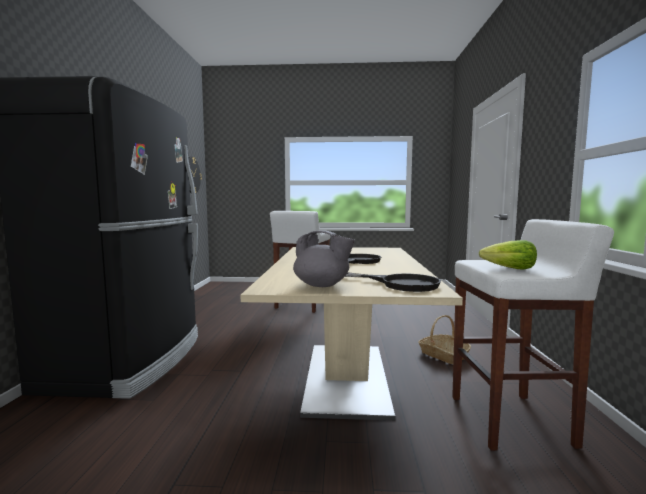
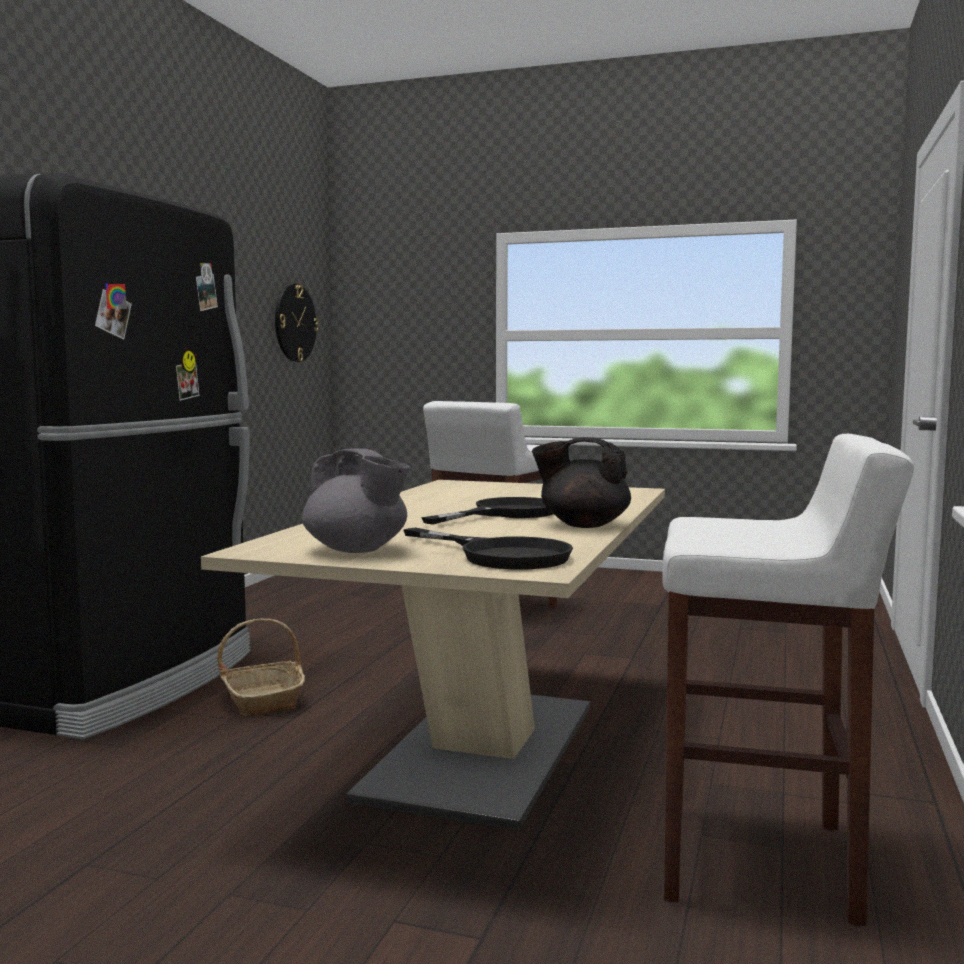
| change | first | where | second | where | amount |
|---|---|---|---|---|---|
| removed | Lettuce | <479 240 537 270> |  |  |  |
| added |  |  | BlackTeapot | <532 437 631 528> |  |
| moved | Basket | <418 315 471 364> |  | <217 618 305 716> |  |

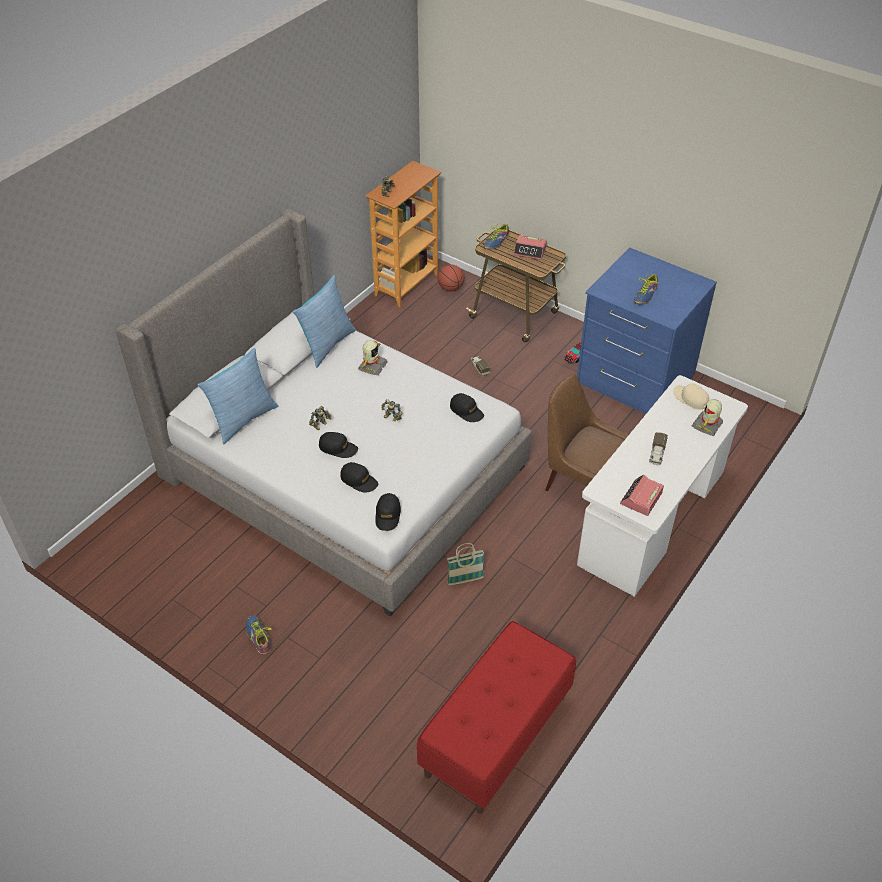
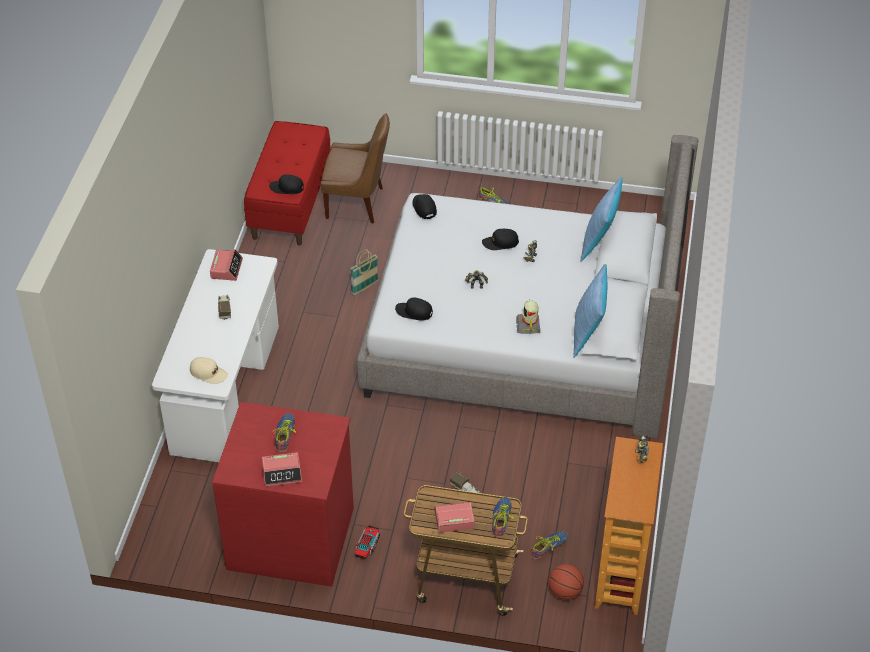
| change | first | where | second | where | amount |
|---|---|---|---|---|---|
| removed | ToyRobot | <692 399 723 436> |  |  |  |
| added |  |  | AlarmClock | <262 452 302 487> |  |
| added |  |  | Shoe | <530 531 568 559> |  |
| moved | BlackCap | <341 462 378 493> |  | <269 174 304 194> |  |
| moved | BrownChair | <545 374 629 491> |  | <321 113 390 224> |  |
| recoloured | BlueDresser | <577 248 717 414> | RedDresser | <212 402 354 586> |  |

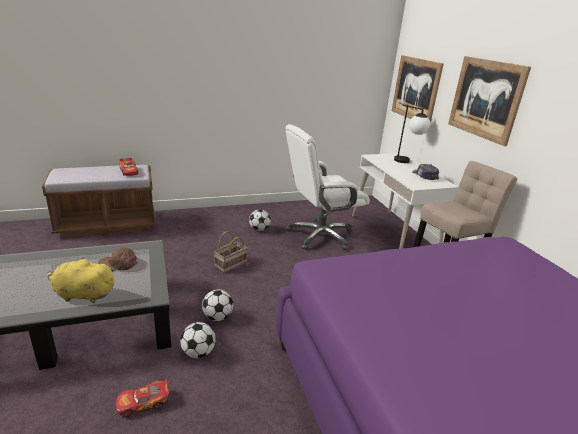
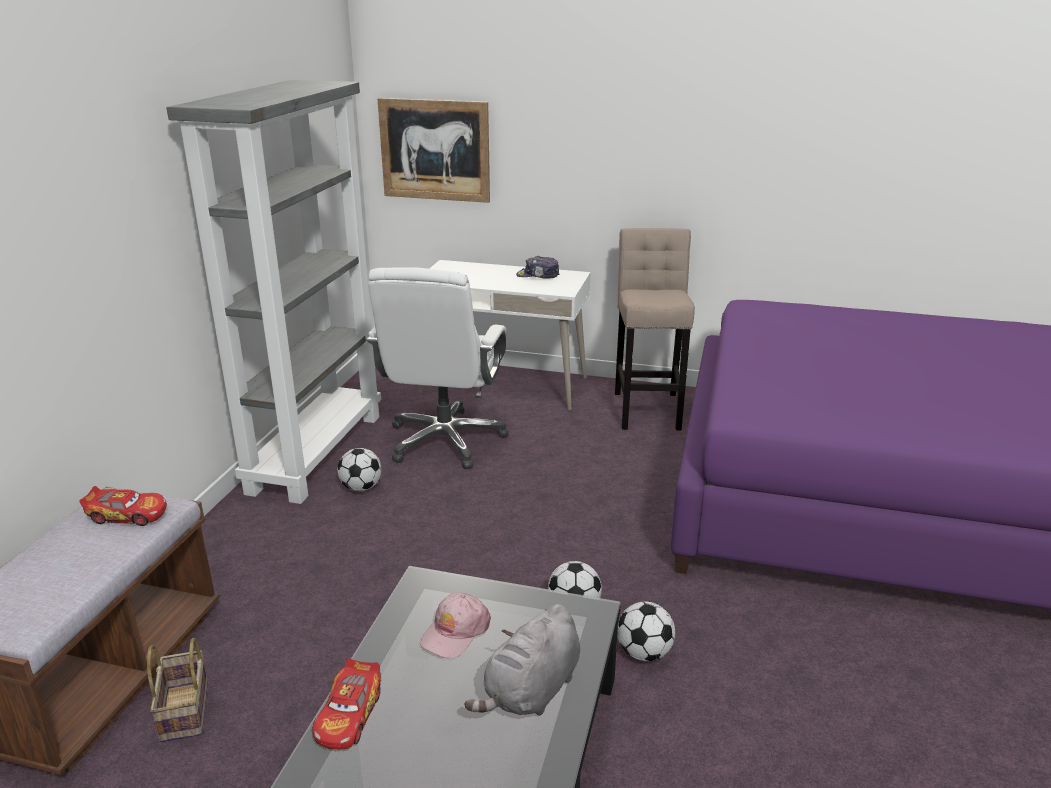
| change | first | where | second | where | amount |
|---|---|---|---|---|---|
| removed | TableLamp | <394 104 430 163> |  |  |  |
| removed | Picture | <448 56 531 146> |  |  |  |
| added |  |  | GreyBookcase | <166 80 381 504> |  |
| moved | ToyCar | <116 379 169 417> |  | <312 659 381 749> |  |
| moved | Basket | <214 231 247 273> |  | <147 638 208 742> |  |
| recoloured | YellowPlushToy | <47 257 116 303> | GreyPlushToy | <465 604 580 716> |  |
| recoloured | BrownCap | <98 247 138 270> | PinkCap | <420 592 491 658> |  |

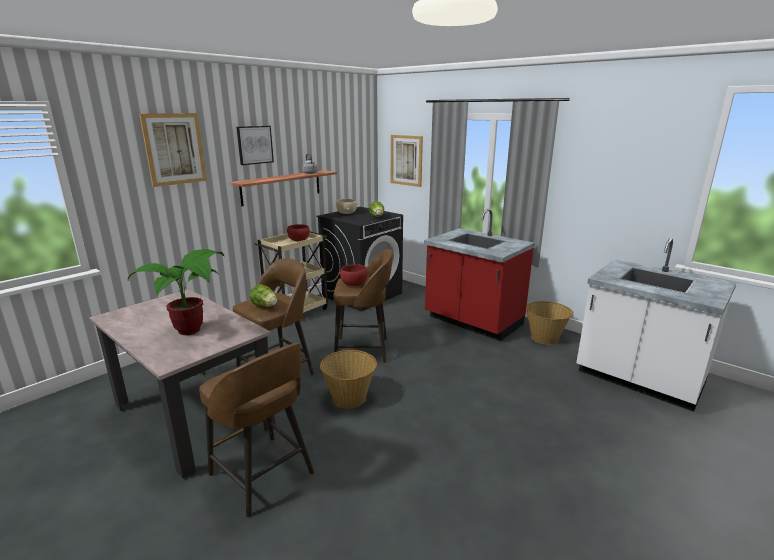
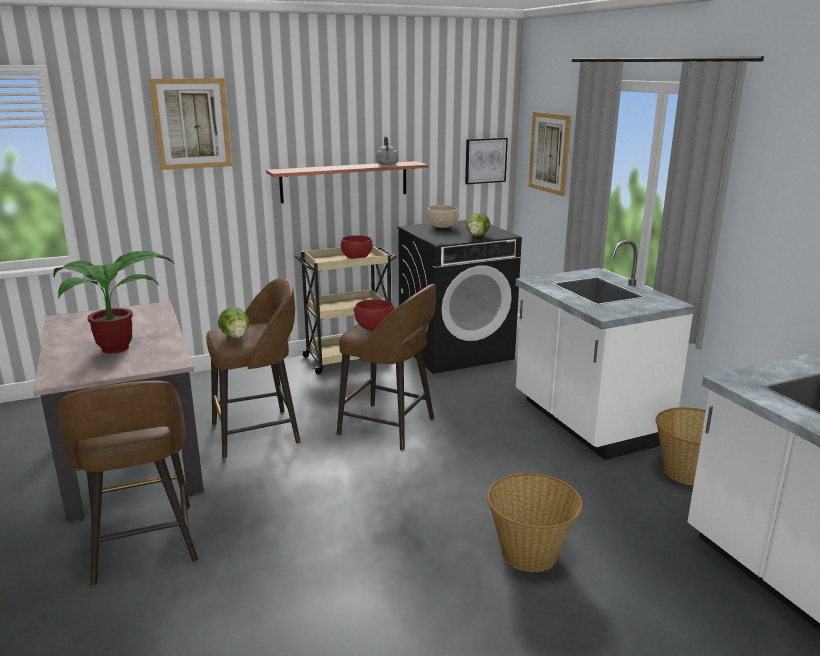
| change | first | where | second | where | amount |
|---|---|---|---|---|---|
| moved | Picture | <236 126 274 165> |  | <465 138 508 184> |  |
| moved | Basket | <320 350 377 408> |  | <487 473 583 572> |  |
| recoloured | RedCounter | <424 209 535 341> | WhiteCounter | <516 240 696 460> |  |

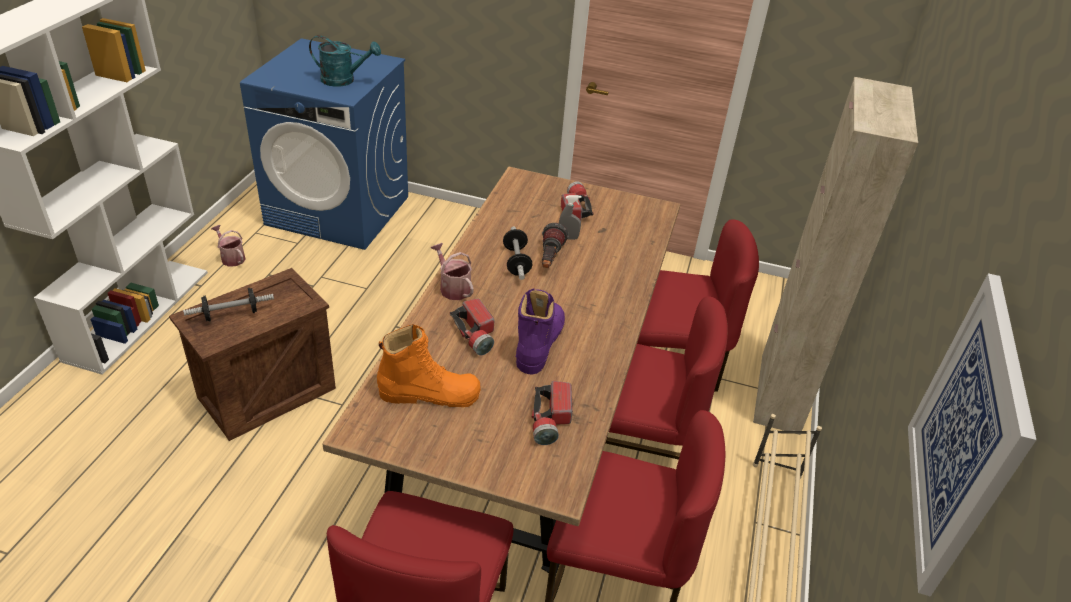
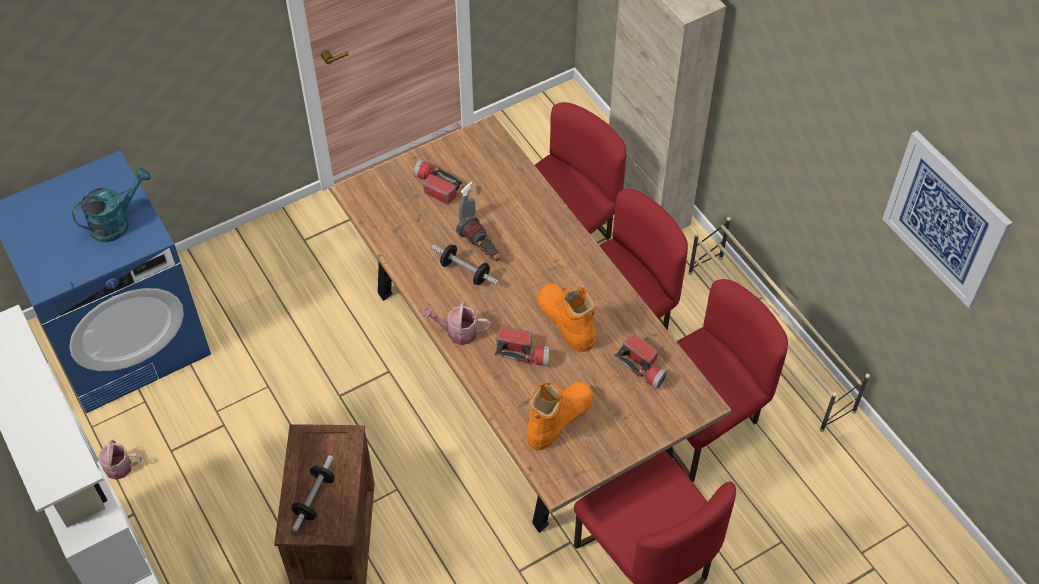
| change | first | where | second | where | amount |
|---|---|---|---|---|---|
| recoloured | PurpleBoot | <516 288 565 374> | OrangeBoot | <537 283 596 352> |  |

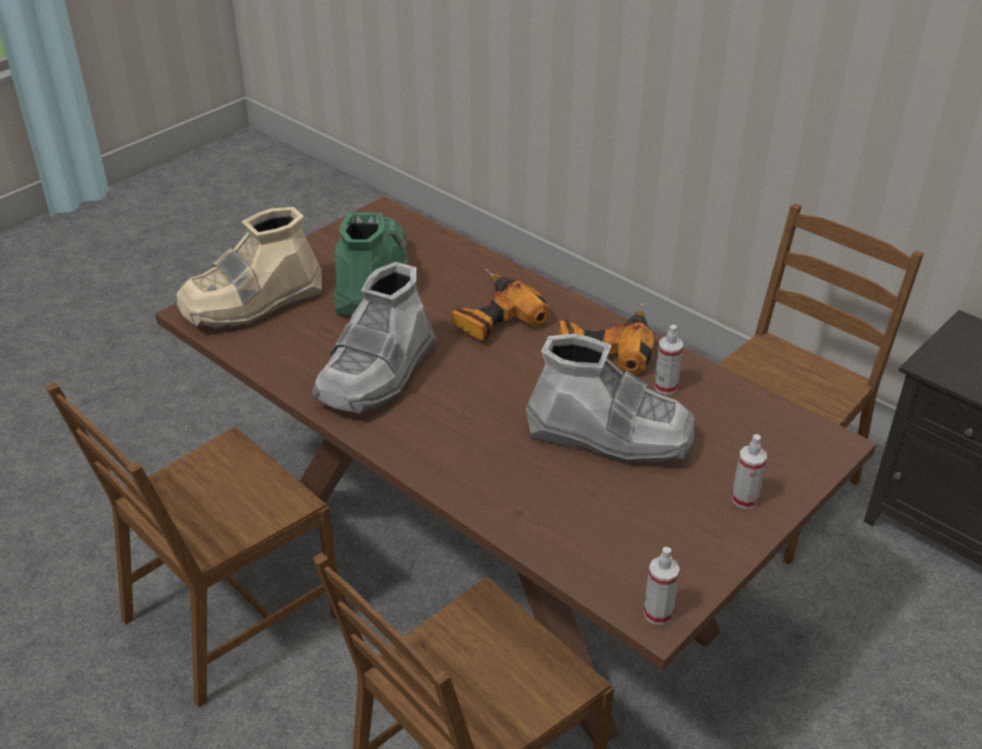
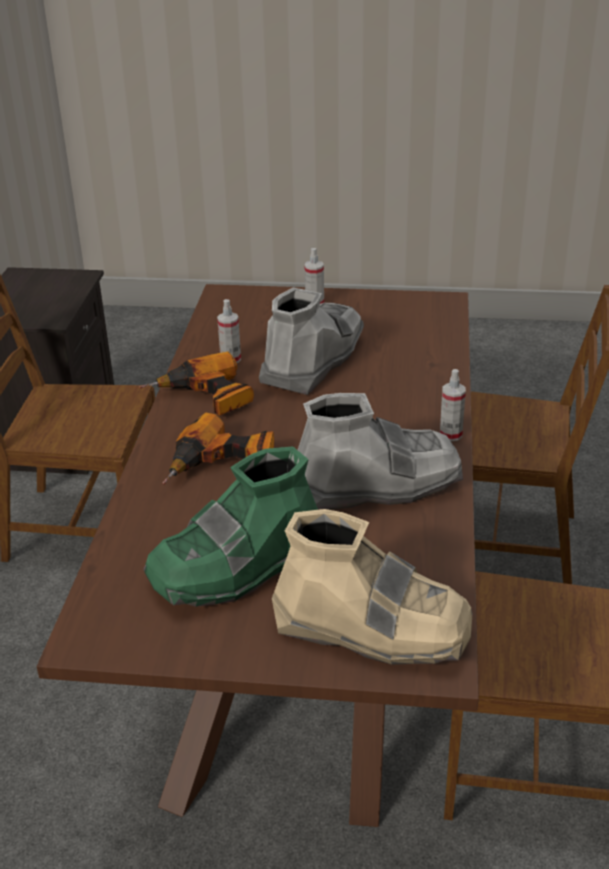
| change | first | where | second | where | amount |
|---|---|---|---|---|---|
| moved | SprayBottle | <643 547 680 625> |  | <440 369 466 441> |  |
| turned | GreyBoot | <526 334 695 464> |  | <259 287 364 395> | 45 degrees clockwise |

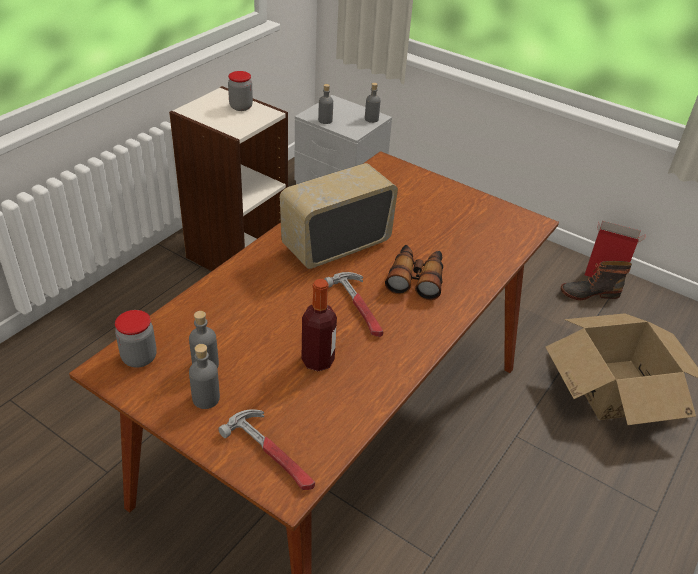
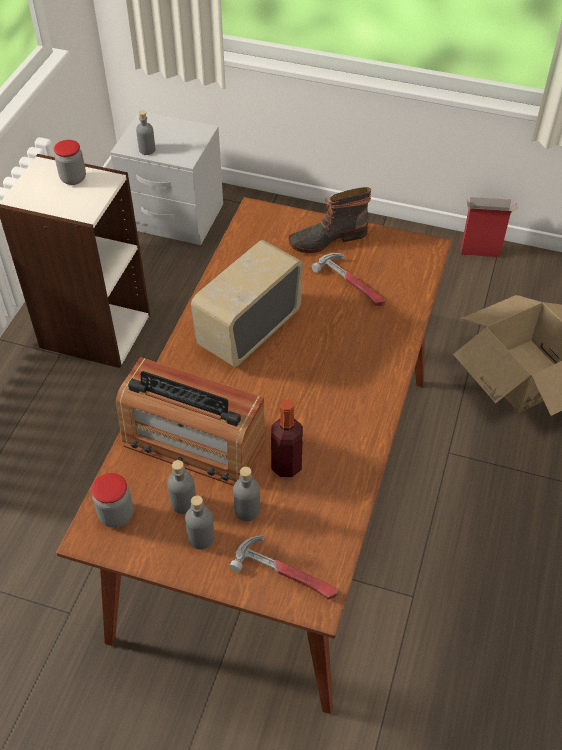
| change | first | where | second | where | amount |
|---|---|---|---|---|---|
| removed | Binoculars | <385 245 443 300> |  |  |  |
| added |  |  | Radio | <116 357 265 486> |  |
| moved | Hammer | <324 272 383 337> |  | <312 253 385 306> |  |
| moved | GreyBottle | <365 83 381 123> |  | <233 467 260 521> |  |
| moved | Boot | <561 261 632 300> |  | <289 187 371 253> |  |

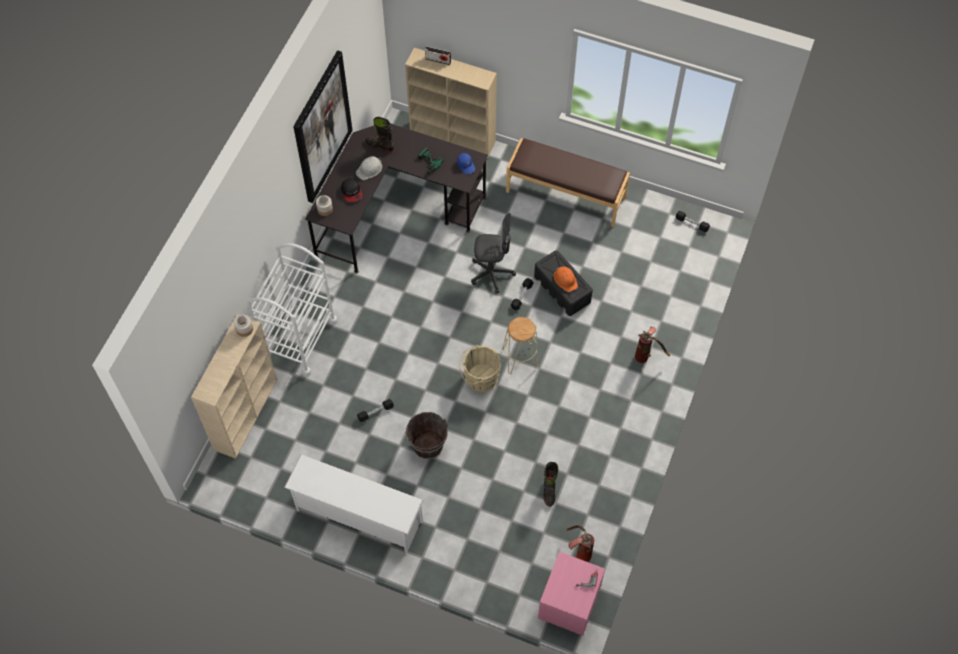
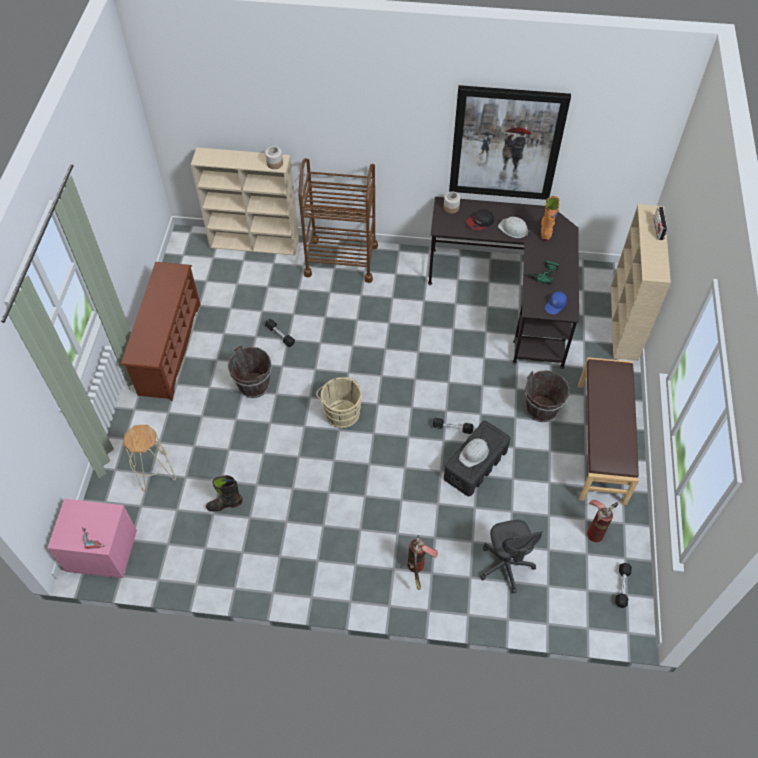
| change | first | where | second | where | amount |
|---|---|---|---|---|---|
| added |  |  | BrownBucket | <525 370 570 422> |  |
| moved | GreyOfficeChair | <471 213 516 293> |  | <480 520 542 594> |  |
| moved | BeigeStool | <502 317 538 374> |  | <123 425 176 493> |  |
| moved | FireExtinguisher | <566 525 594 562> |  | <587 500 618 542> |  |
| recoloured | WhiteCart | <247 243 338 377> | BrownCart | <298 158 378 283> |  |
| recoloured | WhiteShoeRack | <284 454 423 553> | BrownShoeRack | <121 262 200 401> |  |
| recoloured | BlackBoot | <365 117 394 152> | OrangeBoot | <541 196 559 241> |  |
| recoloured | OrangeHardHat | <554 267 578 292> | WhiteHardHat | <459 438 489 467> |  |

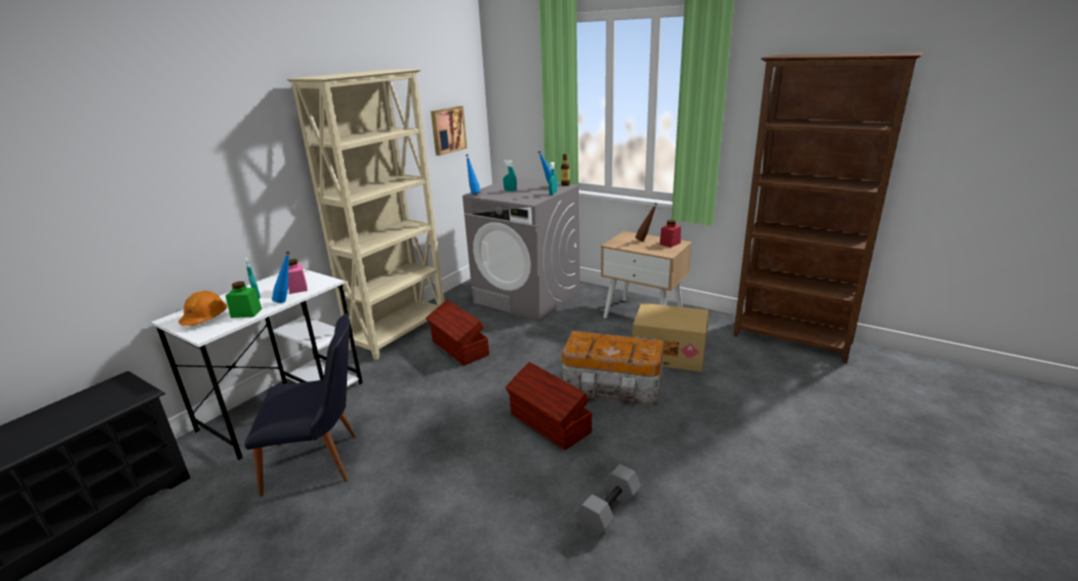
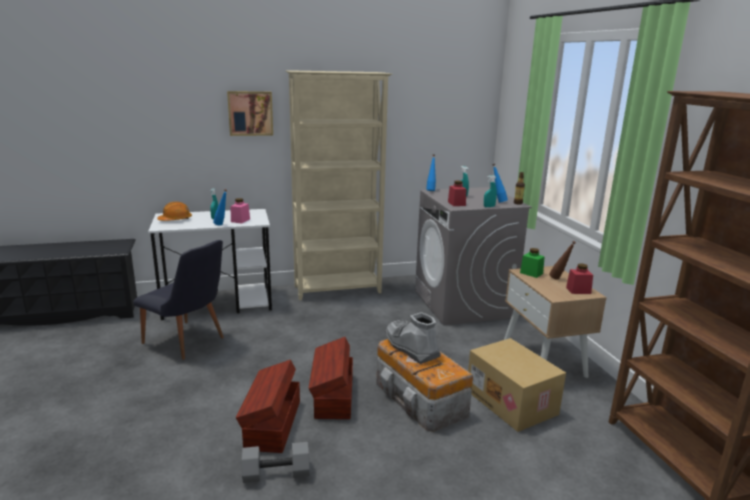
| change | first | where | second | where | amount |
|---|---|---|---|---|---|
| added |  |  | GreyBoot | <385 312 441 364> |  |
| added |  |  | RedJar | <448 180 466 206> |  |
| moved | GreenJar | <226 281 262 318> |  | <520 248 545 278> |  |
| moved | BrownStorageBox | <426 300 489 366> |  | <236 360 300 453> |  |
| moved | Picture | <431 106 467 156> |  | <227 91 273 136> |  |

